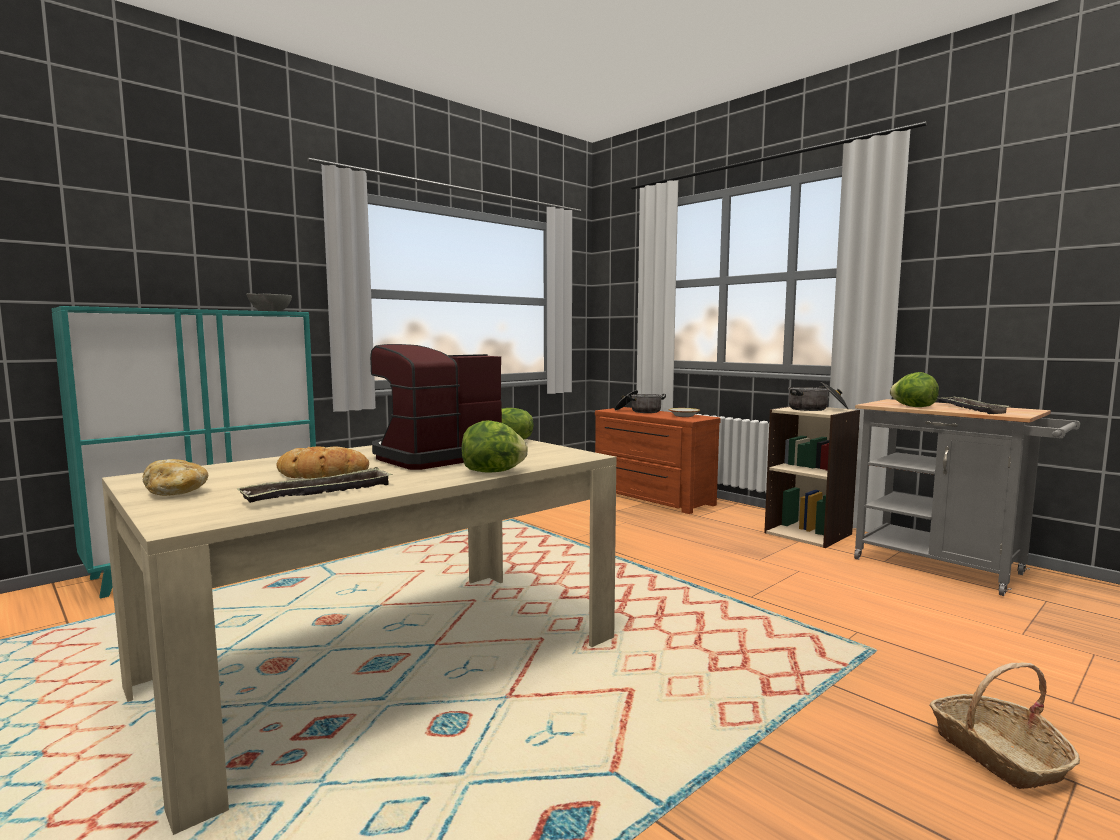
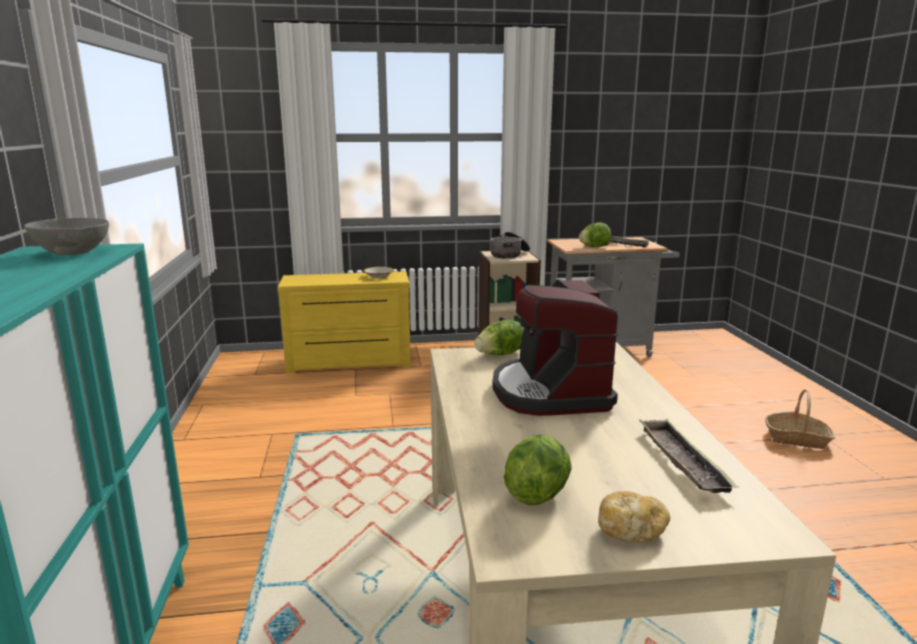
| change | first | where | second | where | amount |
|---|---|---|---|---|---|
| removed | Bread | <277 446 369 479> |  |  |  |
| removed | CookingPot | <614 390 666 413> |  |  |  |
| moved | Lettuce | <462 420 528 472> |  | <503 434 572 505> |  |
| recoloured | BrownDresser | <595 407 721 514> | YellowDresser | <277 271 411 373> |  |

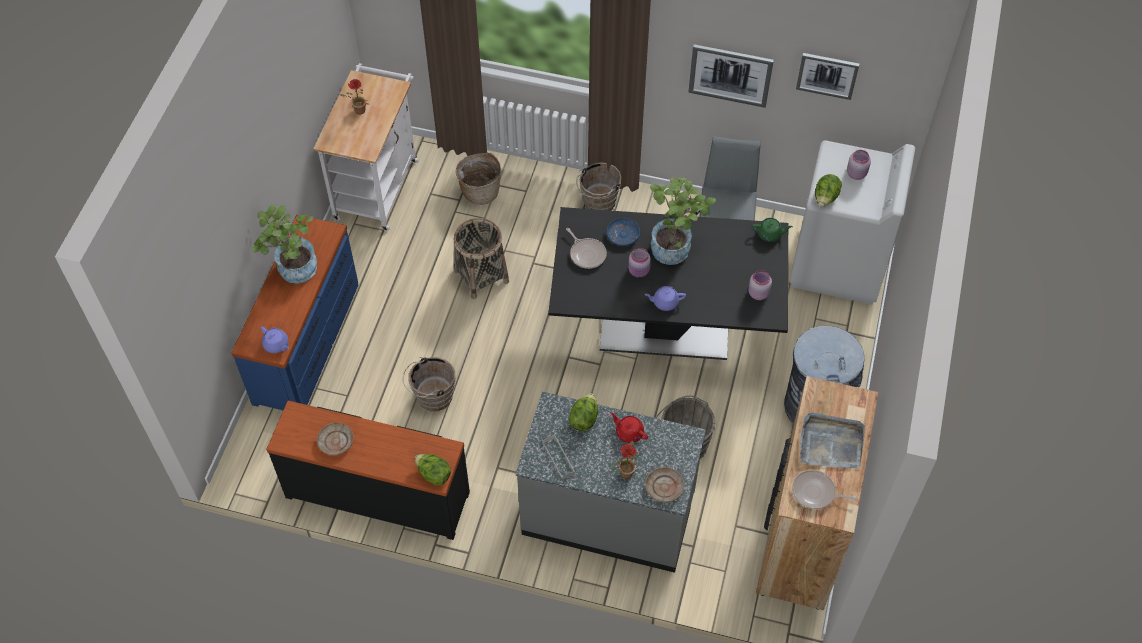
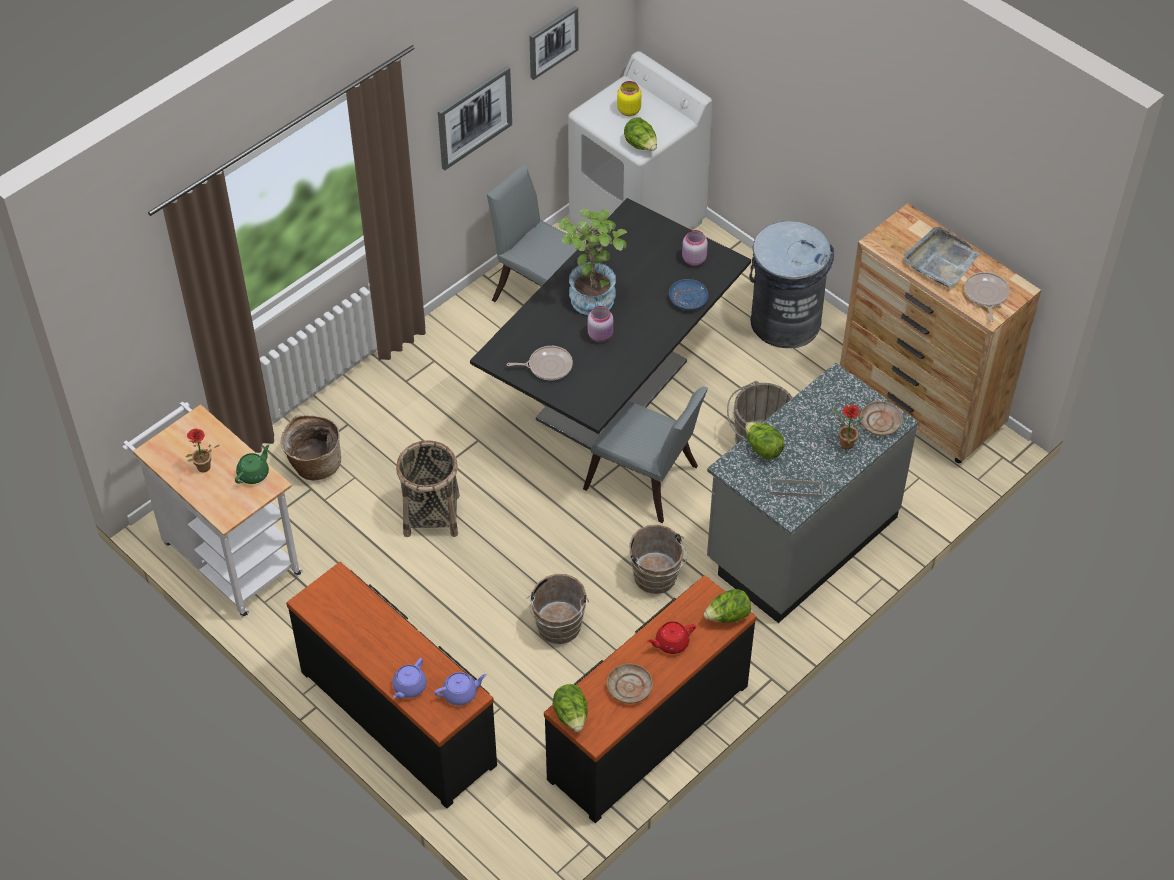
| change | first | where | second | where | amount |
|---|---|---|---|---|---|
| removed | PottedPlant | <251 204 317 284> |  |  |  |
| added |  |  | Lettuce | <553 684 588 732> |  |
| added |  |  | GreyChair | <583 387 708 523> |  |
| moved | BrownBucket | <576 162 621 211> |  | <629 525 687 594> |  |
| moved | BluePlate | <607 218 640 246> |  | <669 279 708 310> |  |
| moved | RedTeapot | <610 412 648 443> |  | <647 621 696 654> |  |
| moved | PurpleTeapot | <645 286 686 311> |  | <392 658 427 699> |  |
| moved | GreenTeapot | <752 218 793 242> |  | <235 444 269 484> |  |
| recoloured | BlueDresser | <231 215 358 410> | BlackDresser | <286 562 497 809> |  |
| recoloured | PinkJar | <847 150 871 180> | YellowJar | <617 81 641 116> |  |
| turned | FryingPan | <792 470 858 509> |  | <964 272 1010 322> | 135 degrees clockwise |

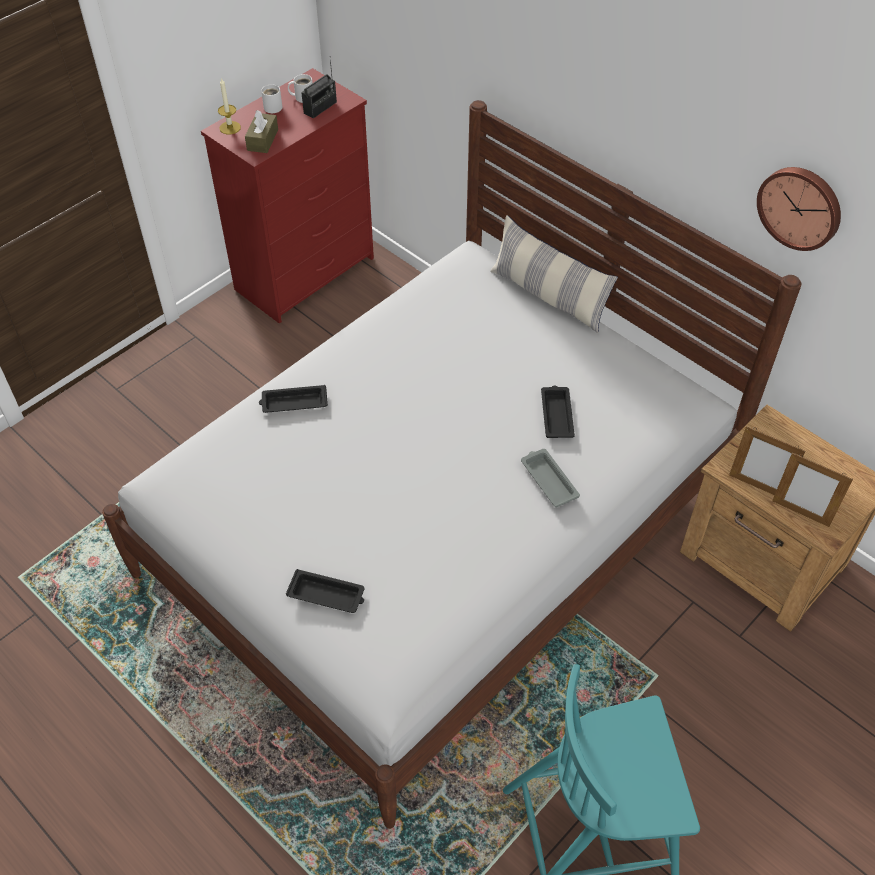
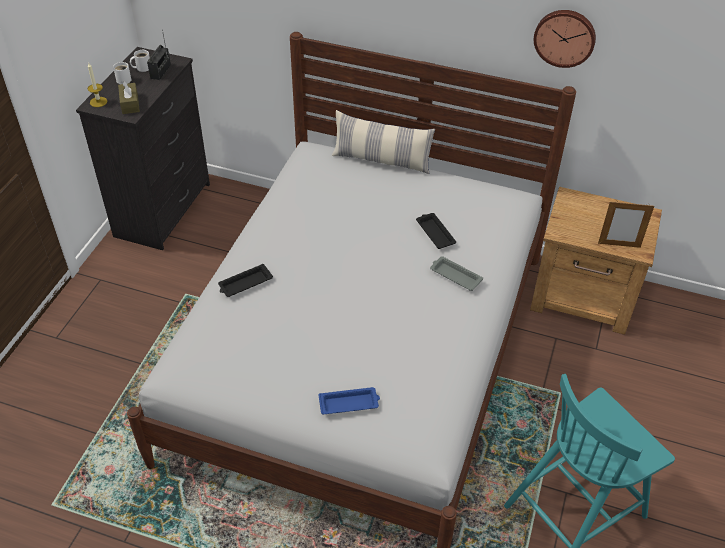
| change | first | where | second | where | amount |
|---|---|---|---|---|---|
| removed | PictureFrame | <729 426 805 495> |  |  |  |
| recoloured | RedDresser | <201 68 374 324> | BlackDresser | <76 47 210 250> |  |
| recoloured | BlackTray | <286 569 365 613> | BlueTray | <319 387 380 414> |  |

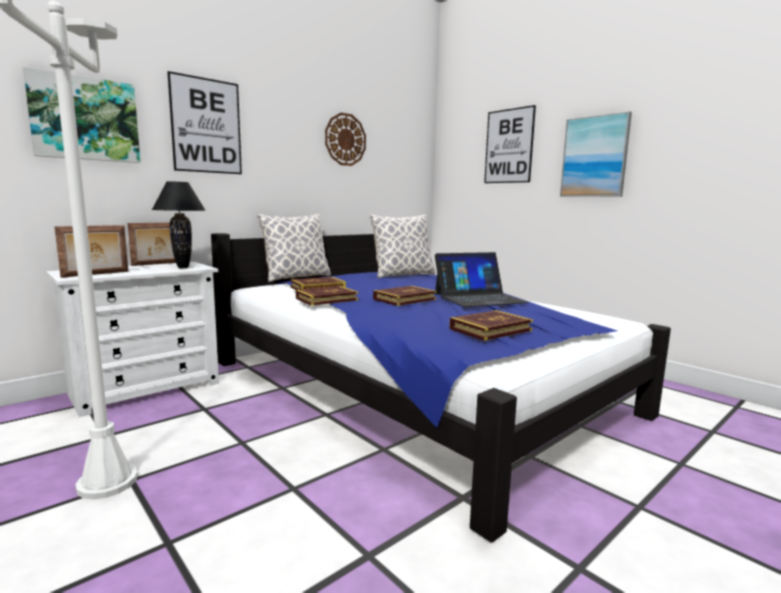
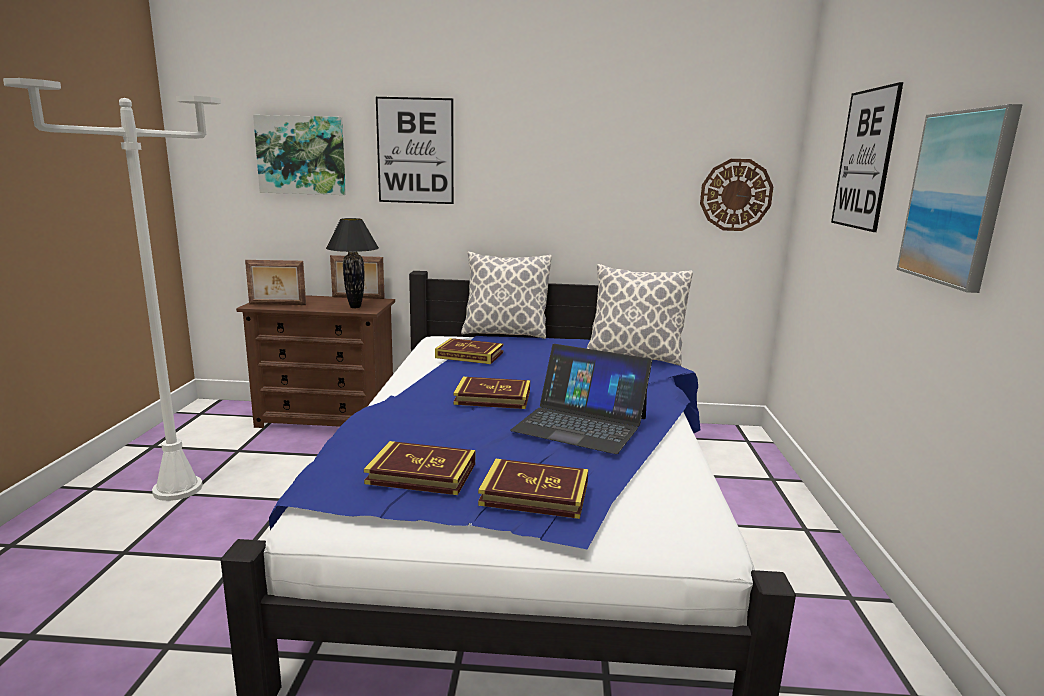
| change | first | where | second | where | amount |
|---|---|---|---|---|---|
| moved | Book | <296 286 358 306> |  | <478 459 588 519> |  |
| moved | WallClock | <325 113 366 166> |  | <700 159 773 231> |  |
| recoloured | WhiteDresser | <46 262 219 417> | BrownDresser | <236 295 395 428> |  |

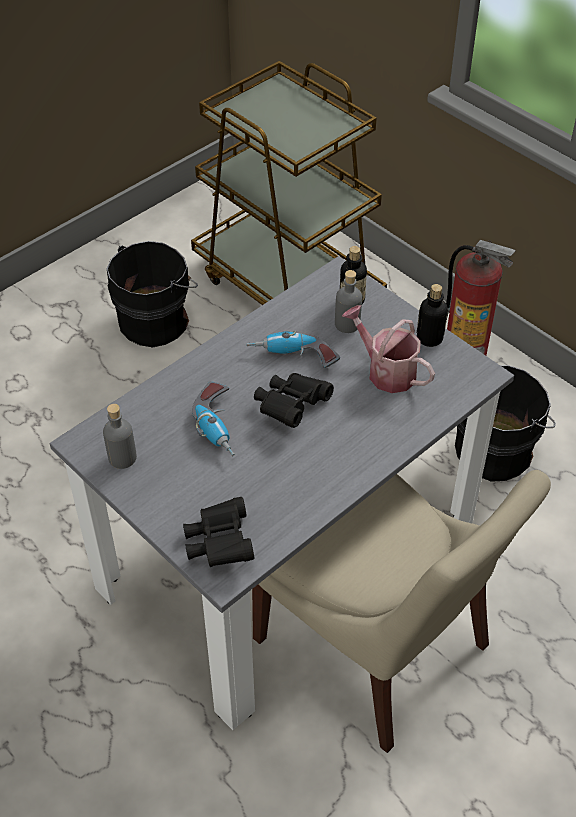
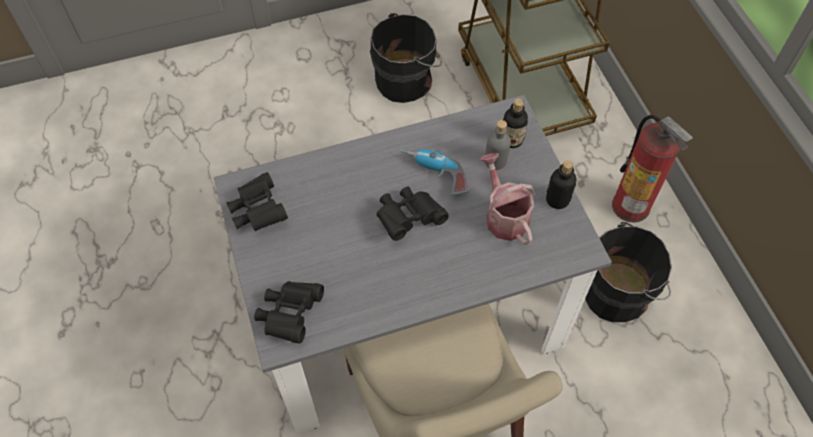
| change | first | where | second | where | amount |
|---|---|---|---|---|---|
| removed | PowerDrill | <192 381 235 457> |  |  |  |
| replaced | GreyBottle | <103 404 137 469> | BlackBinoculars | <227 172 288 231> |  |

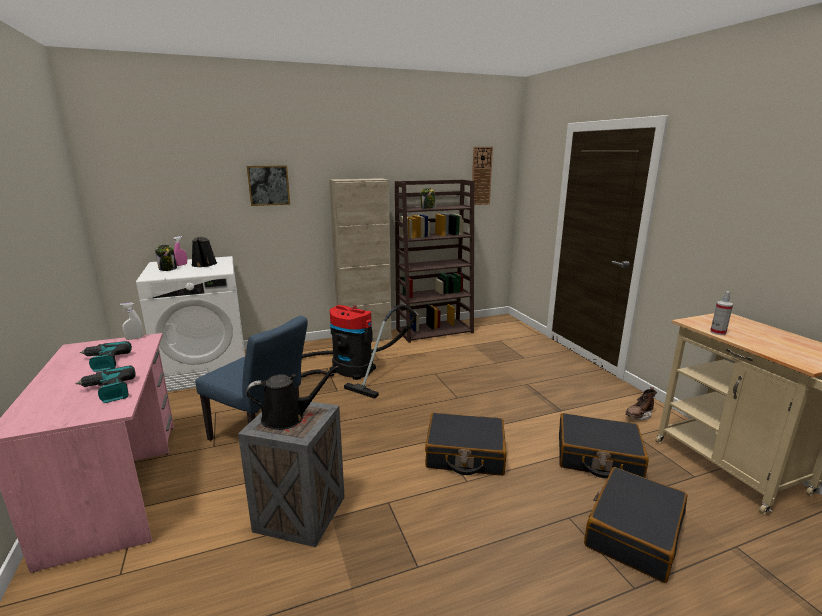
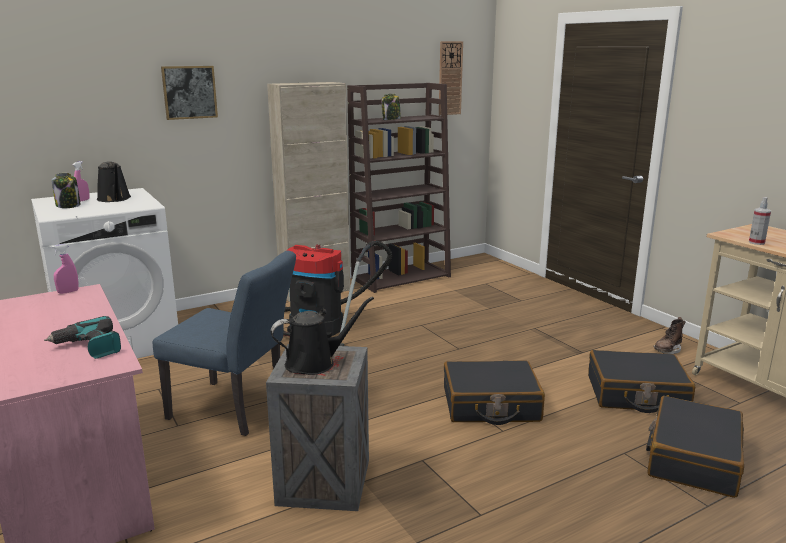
| change | first | where | second | where | amount |
|---|---|---|---|---|---|
| removed | PowerDrill | <80 341 132 372> |  |  |  |
| recoloured | WhiteSprayBottle | <120 302 143 340> | PinkSprayBottle | <51 244 79 294> |  |

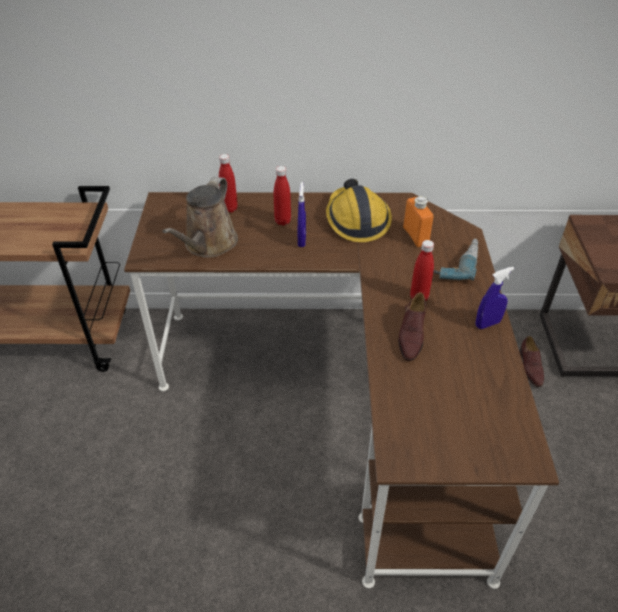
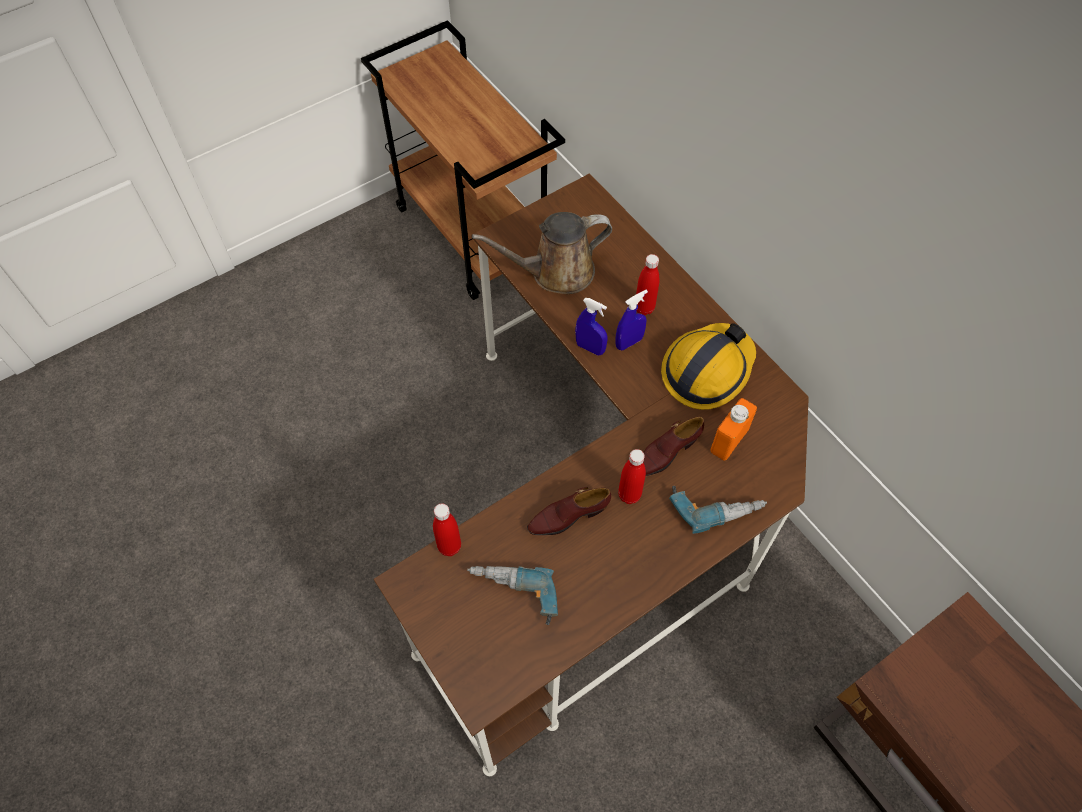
| change | first | where | second | where | amount |
|---|---|---|---|---|---|
| added |  |  | PowerDrill | <467 566 558 625> |  |
| moved | RedBottle | <219 154 238 213> |  | <433 503 461 556> |  |
| moved | BlueSprayBottle | <476 267 514 329> |  | <575 298 608 356> |  |
| moved | BrownShoe | <519 336 544 387> |  | <643 417 704 476> |  |

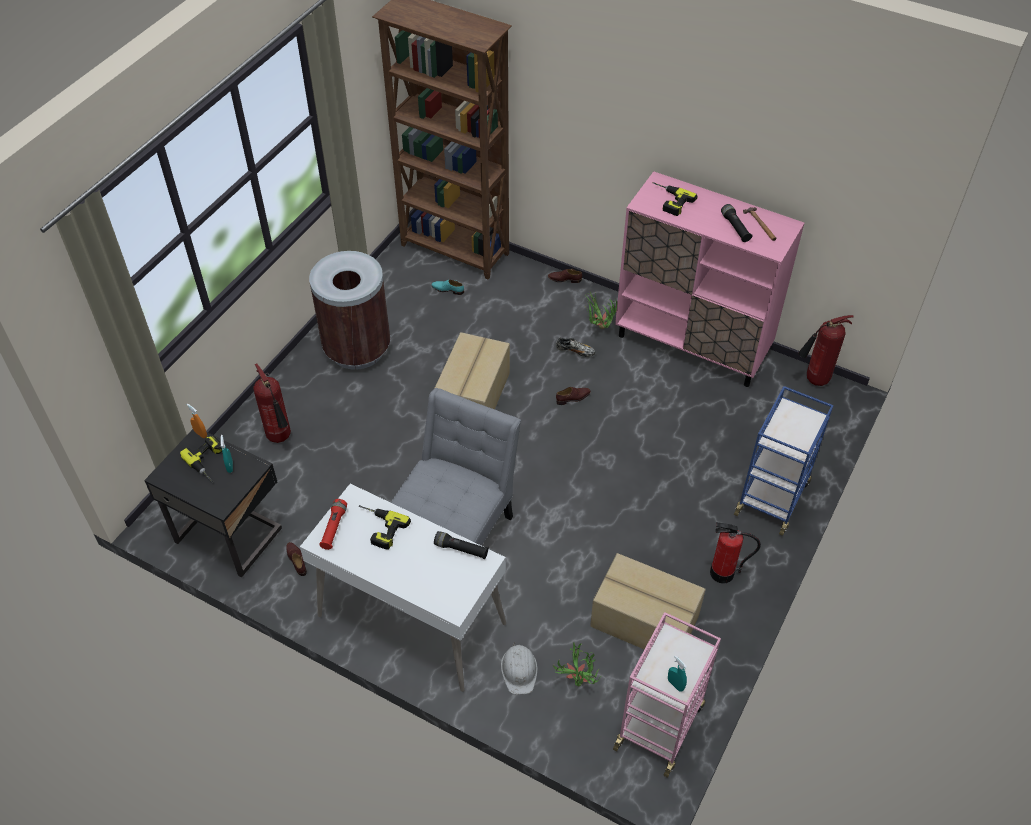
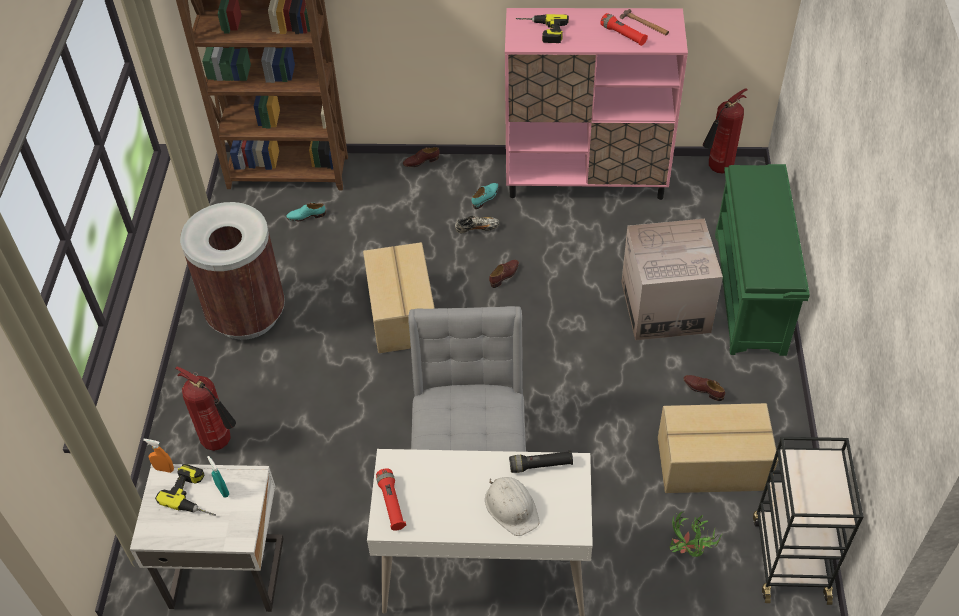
| change | first | where | second | where | amount |
|---|---|---|---|---|---|
| removed | PowerDrill | <359 505 411 549> |  |  |  |
| removed | TurquoiseSprayBottle | <668 655 687 692> |  |  |  |
| removed | FireExtinguisher | <710 522 761 584> |  |  |  |
| added |  |  | CardboardBox | <621 219 723 340> |  |
| moved | BrownShoe | <286 542 307 576> |  | <683 375 725 401> |  |
| moved | WhiteHardHat | <501 642 538 694> |  | <485 477 540 536> |  |
| replaced | PottedPlant | <585 292 617 329> | TurquoiseShoe | <472 183 499 209> |  |
| replaced | BlueCart | <734 386 834 536> | GreenShoeRack | <715 164 810 356> |  |
| recoloured | BlackNightstand | <144 429 282 577> | WhiteNightstand | <130 464 284 612> |  |
| recoloured | PinkCart | <613 612 721 778> | BlackCart | <753 437 863 605> |  |
| recoloured | BlackFlashlight | <721 204 753 242> | RedFlashlight | <600 13 648 46> |  |

